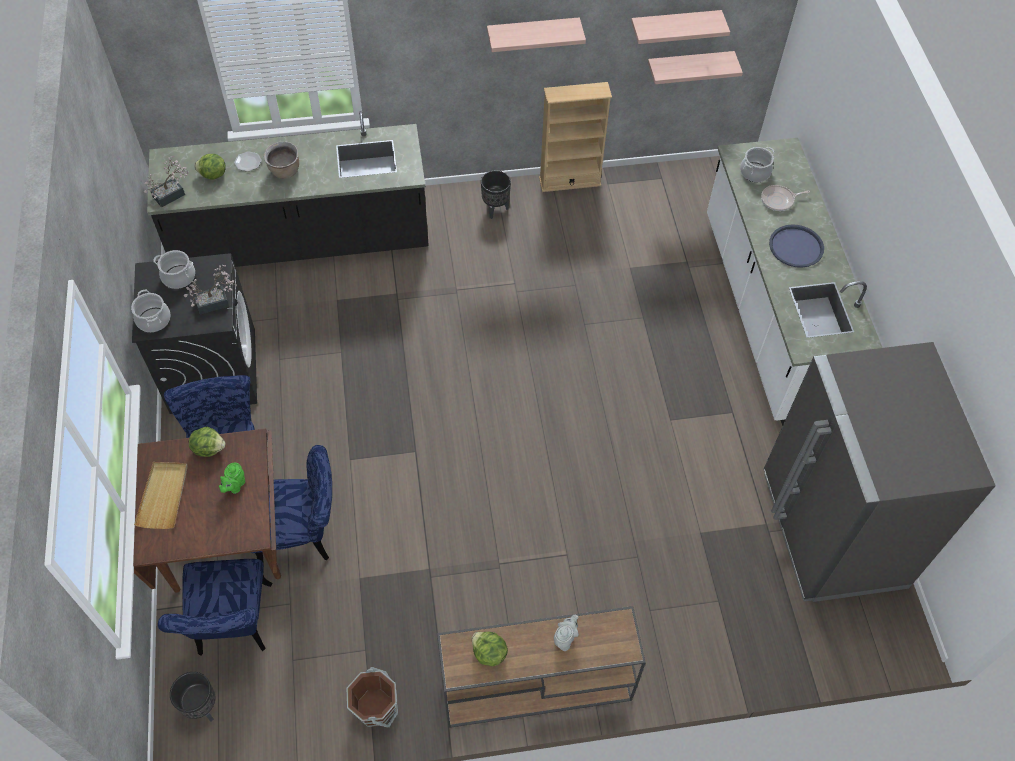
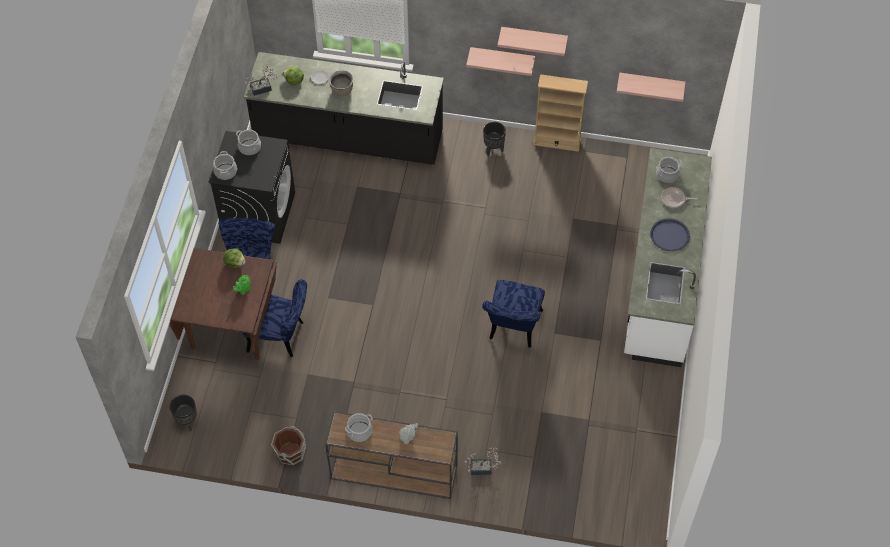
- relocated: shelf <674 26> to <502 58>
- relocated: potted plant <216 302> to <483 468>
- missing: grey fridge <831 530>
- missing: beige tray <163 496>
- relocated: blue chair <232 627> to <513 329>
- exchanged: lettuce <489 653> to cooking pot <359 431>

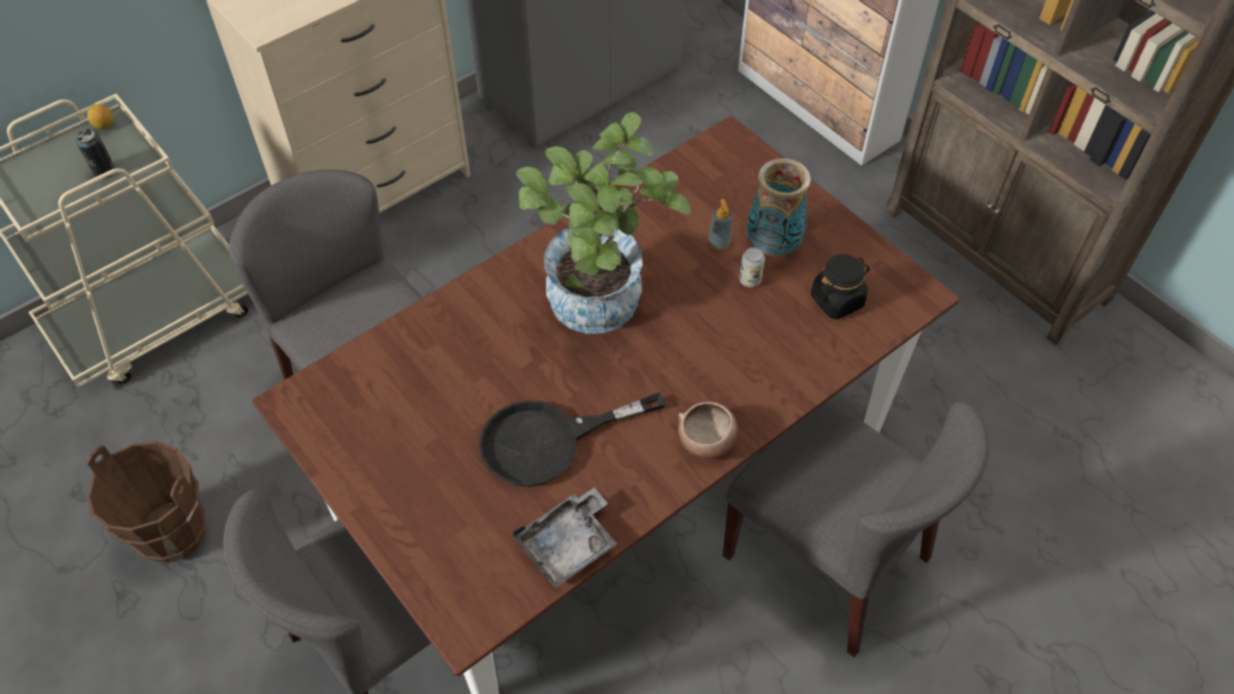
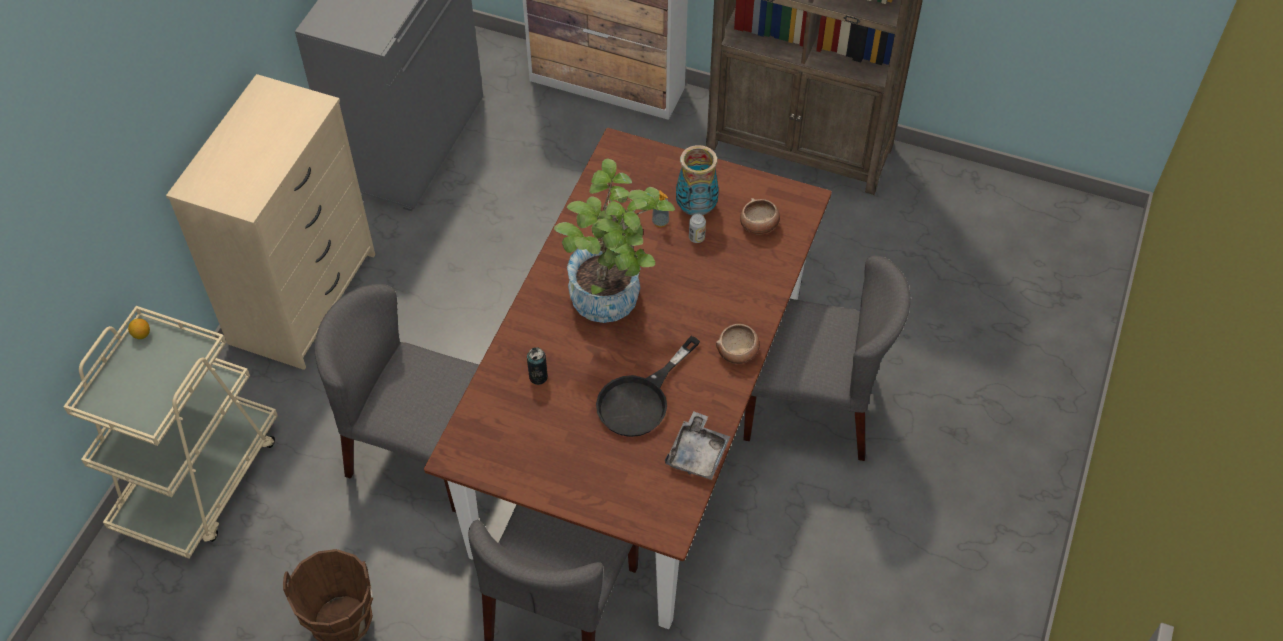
- relocated: can <104 171> to <538 377>
- exchanged: black jar <837 300> to bowl <759 226>

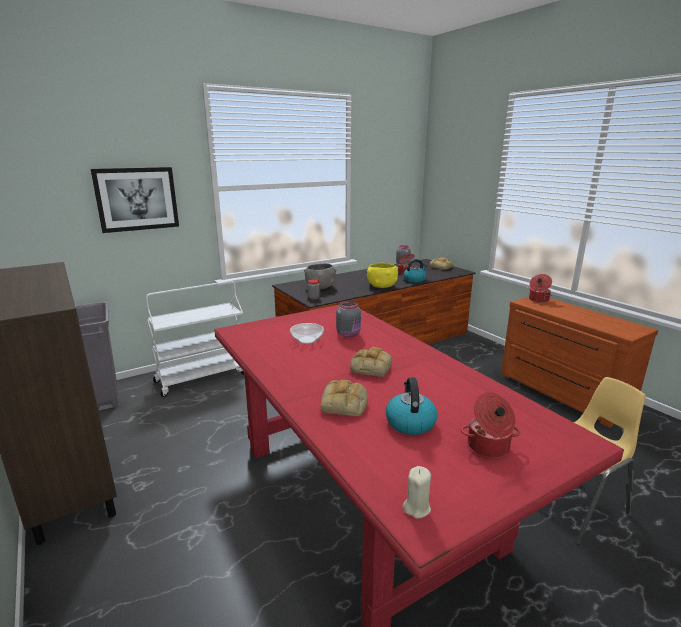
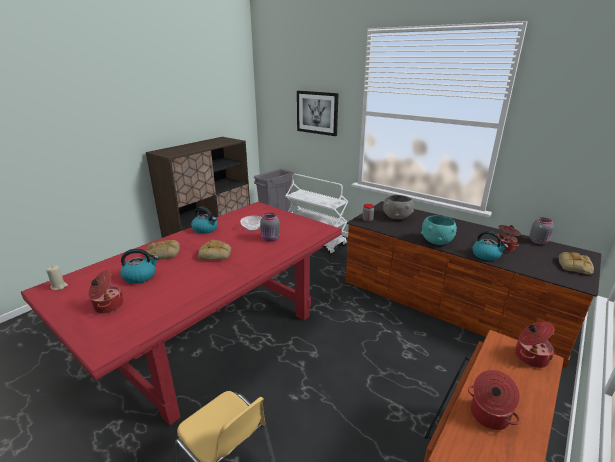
- colour: yellow bowl <381 286> to turquoise bowl <436 241>
- appeared: kettle <206 229>
- appeared: cooking pot <488 415>

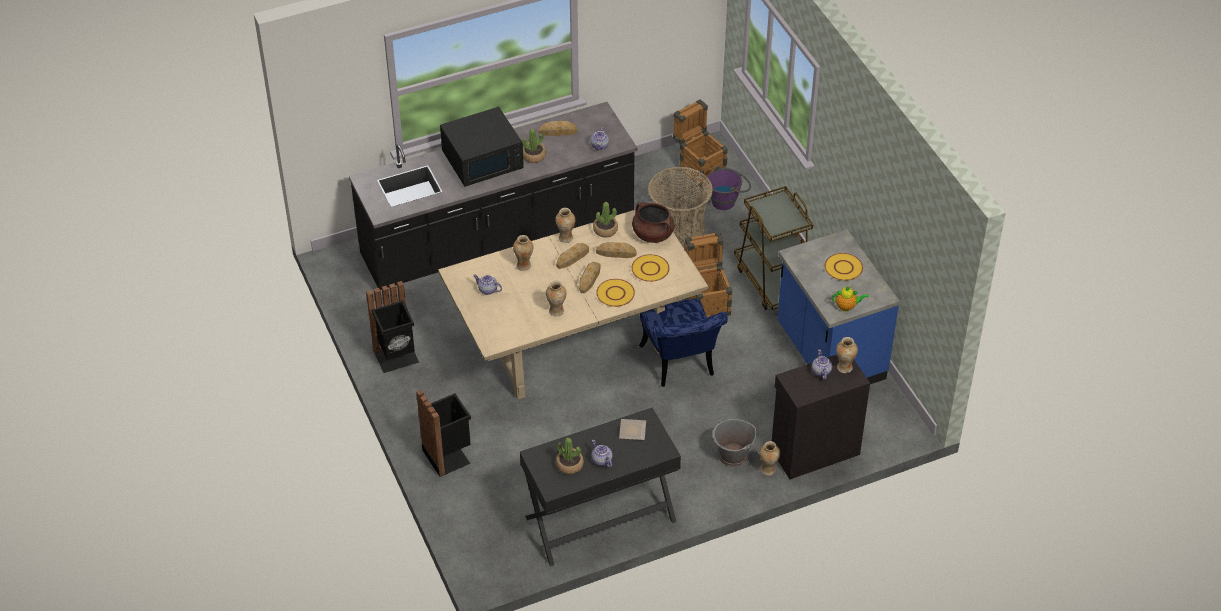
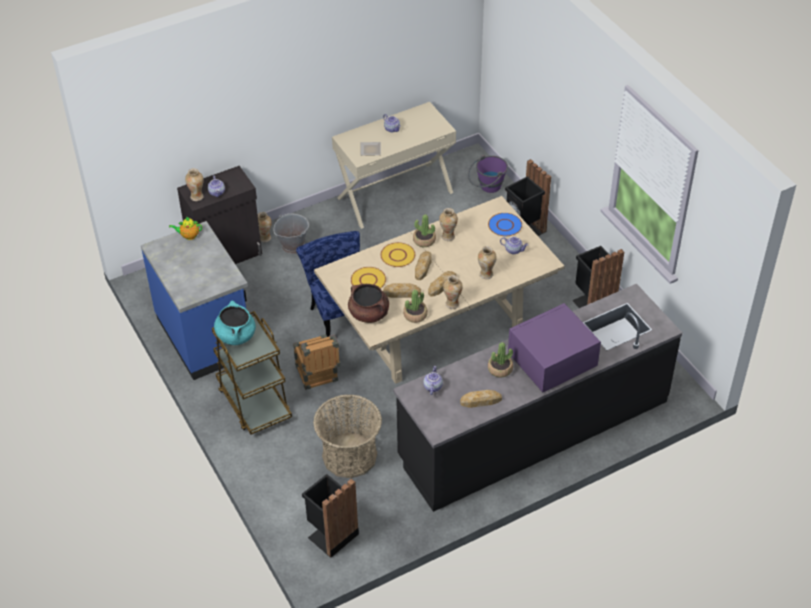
- exchanged: crate <699 168> to black trash can <331 534>
- colour: black microwave <483 160> to purple microwave <551 360>
- relocated: purple bucket <727 200> to <487 187>
- missing: yellow plate <843 268>
- colour: black desk <600 519> to beige desk <395 194>
- relocated: potted plant <569 465> to <424 240>
- appeared: blue plate <505 225>
- appeared: turquoise cooking pot <236 335>

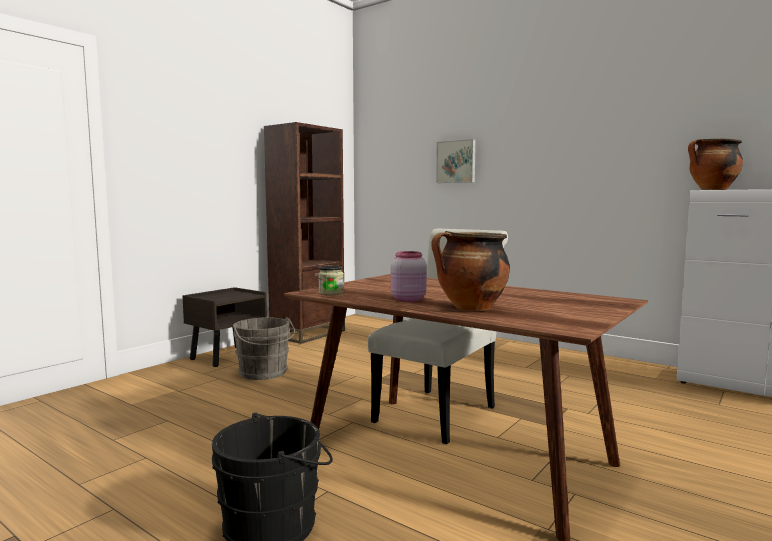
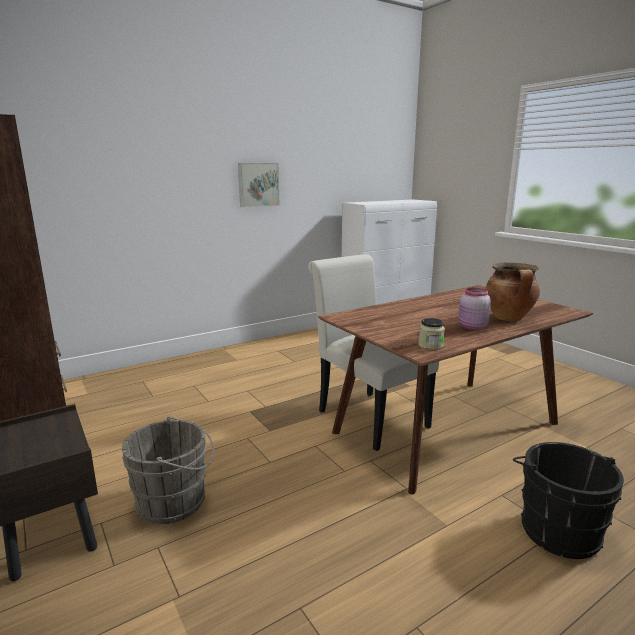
- relocated: picture <456 162> to <258 184>
- missing: cooking pot <712 189>

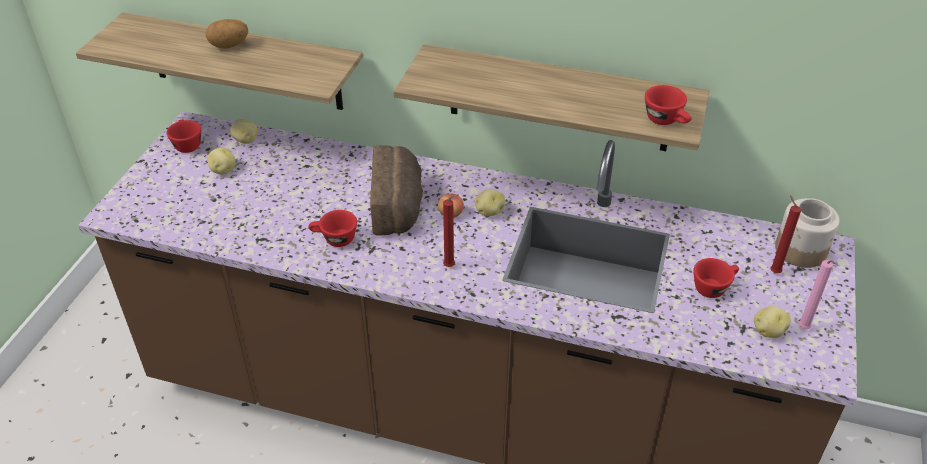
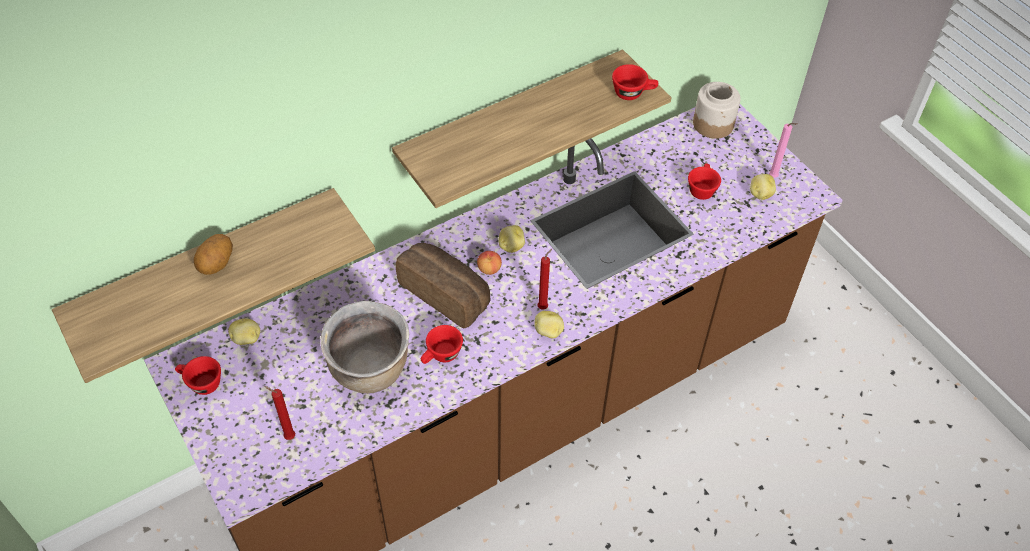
- relocated: potato <222 170> to <548 332>
- relocated: red candle <773 271> to <288 436>
- appeared: brown cooking pot <371 371>

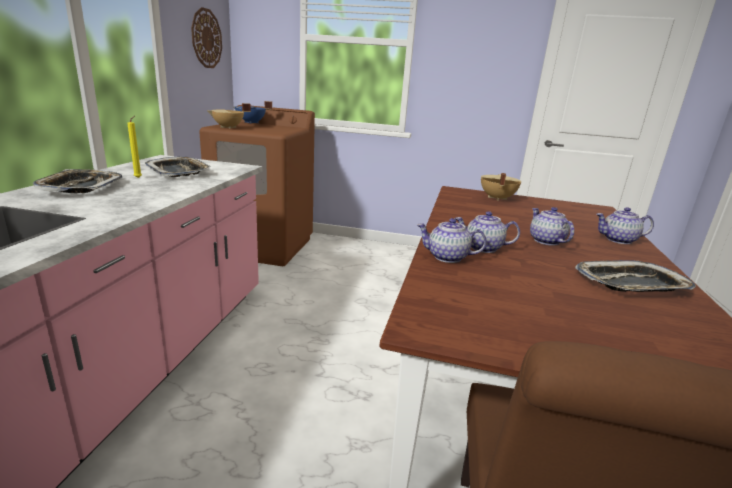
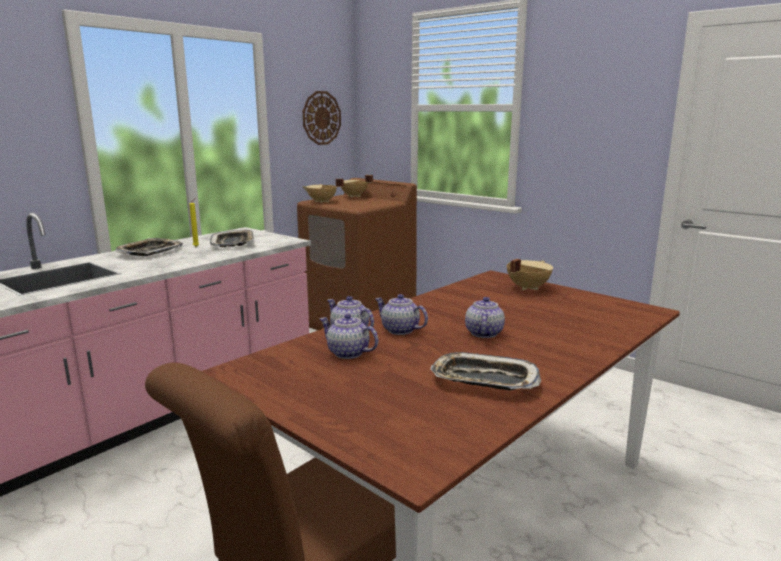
- colour: blue cooking pot <251 122> to beige cooking pot <354 196>
- relocated: teapot <618 240> to <347 353>

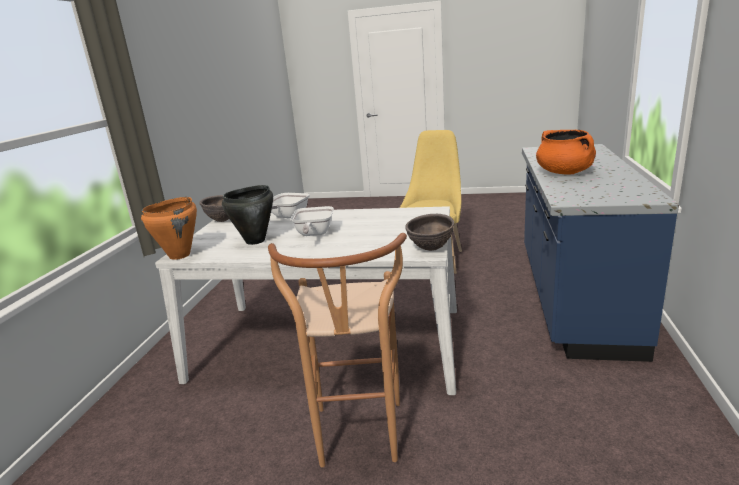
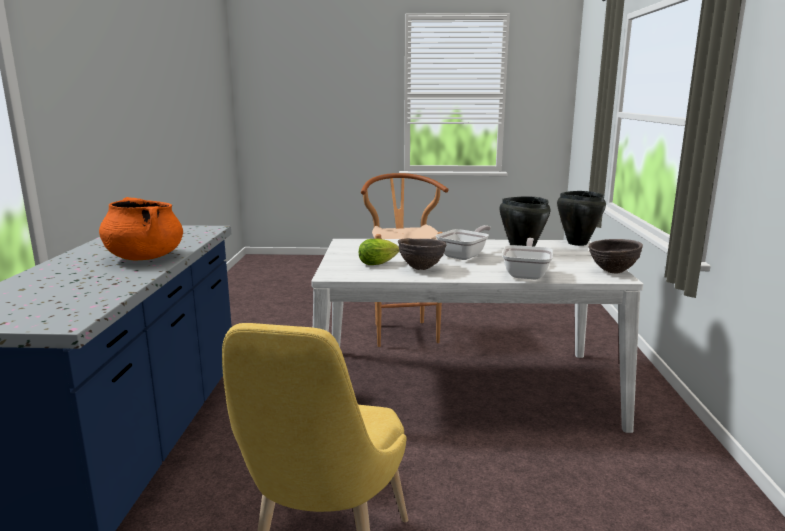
- colour: orange cooking pot <180 255> to black cooking pot <577 243>
- spun: frying pan <313 234> = <465 255> 45 degrees clockwise
- relocated: brown bowl <430 249> to <421 269>
- appeared: lettuce <379 263>

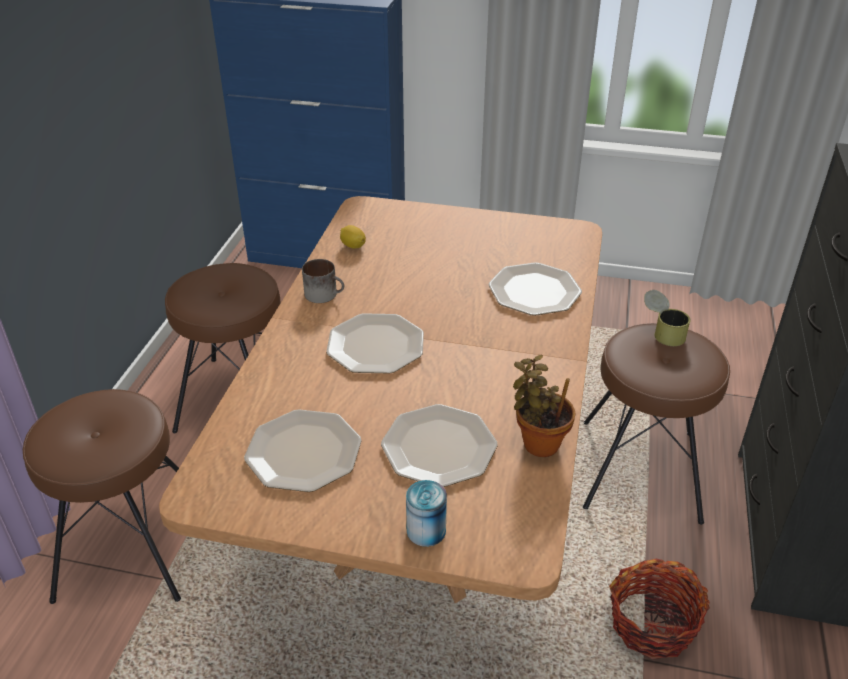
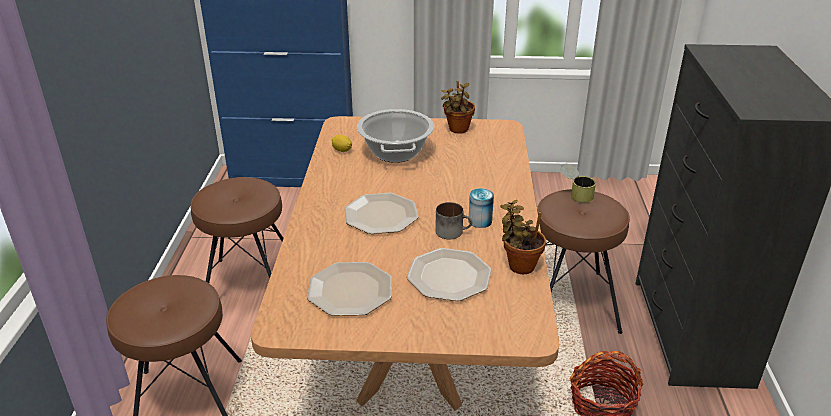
- relocated: mug <325 294> to <453 231>
- missing: plate <535 290>
- relocated: can <426 530> to <480 221>
- appeared: potted plant <457 130>
- appeared: cooking pot <395 152>

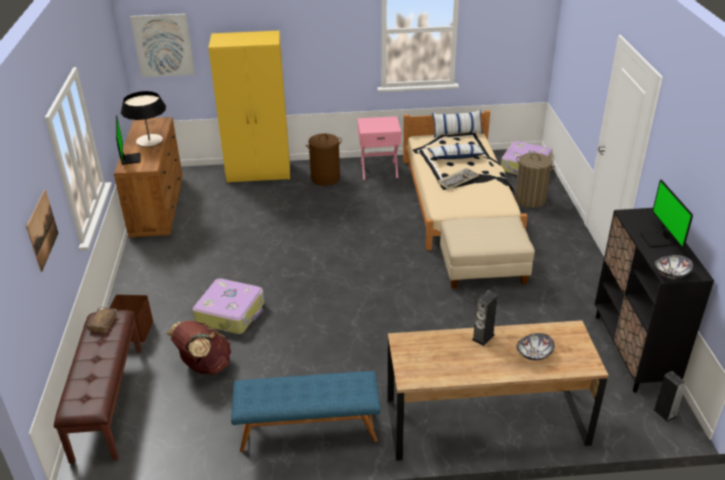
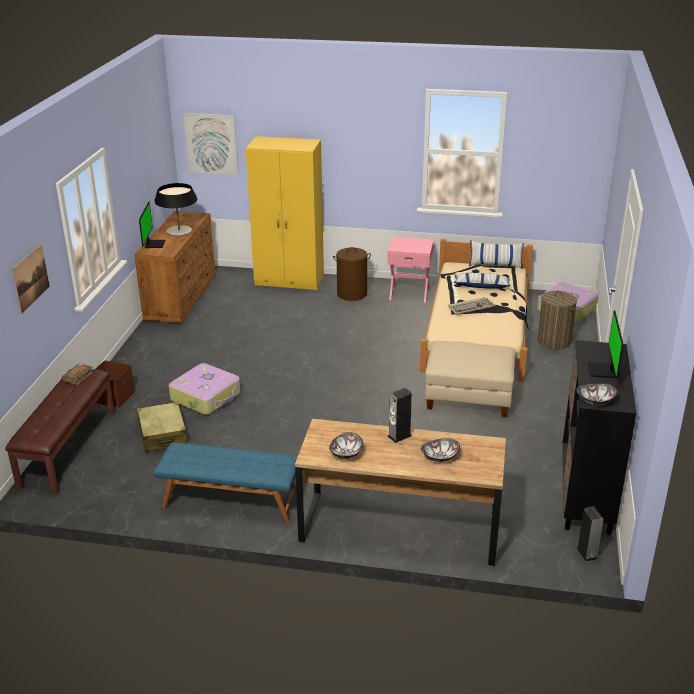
- exchanged: brown backpack <204 366> to beige suitcase <163 435>
- appeared: bowl <346 454>

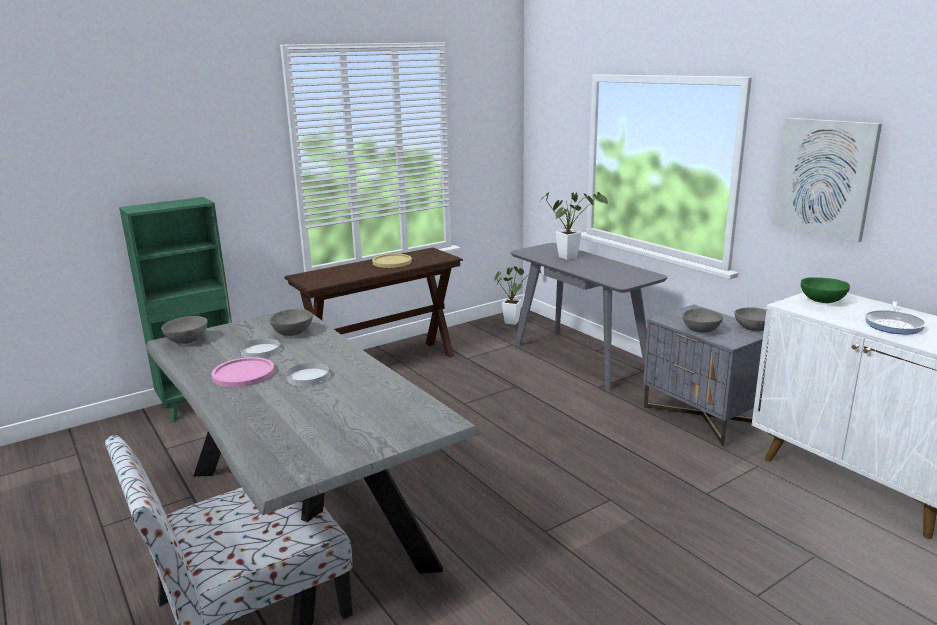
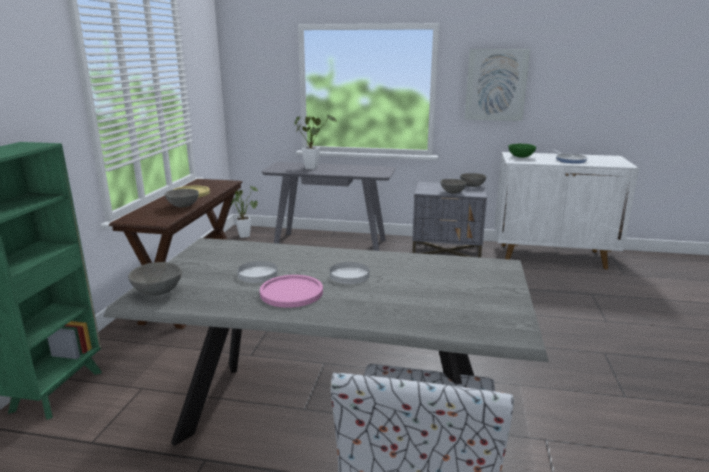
- relocated: grey bowl <292 333> to <183 206>

